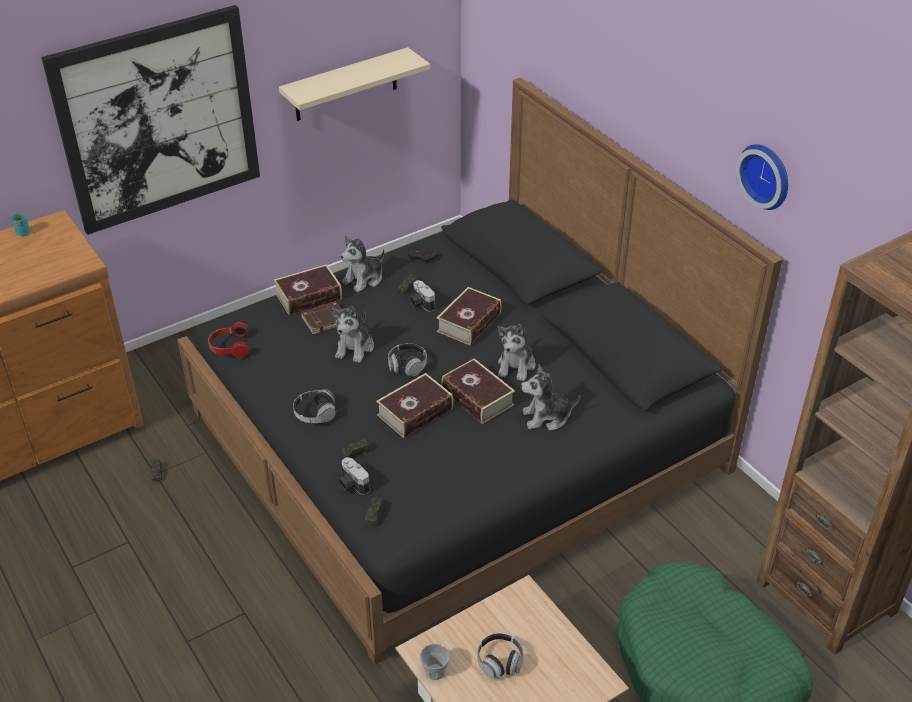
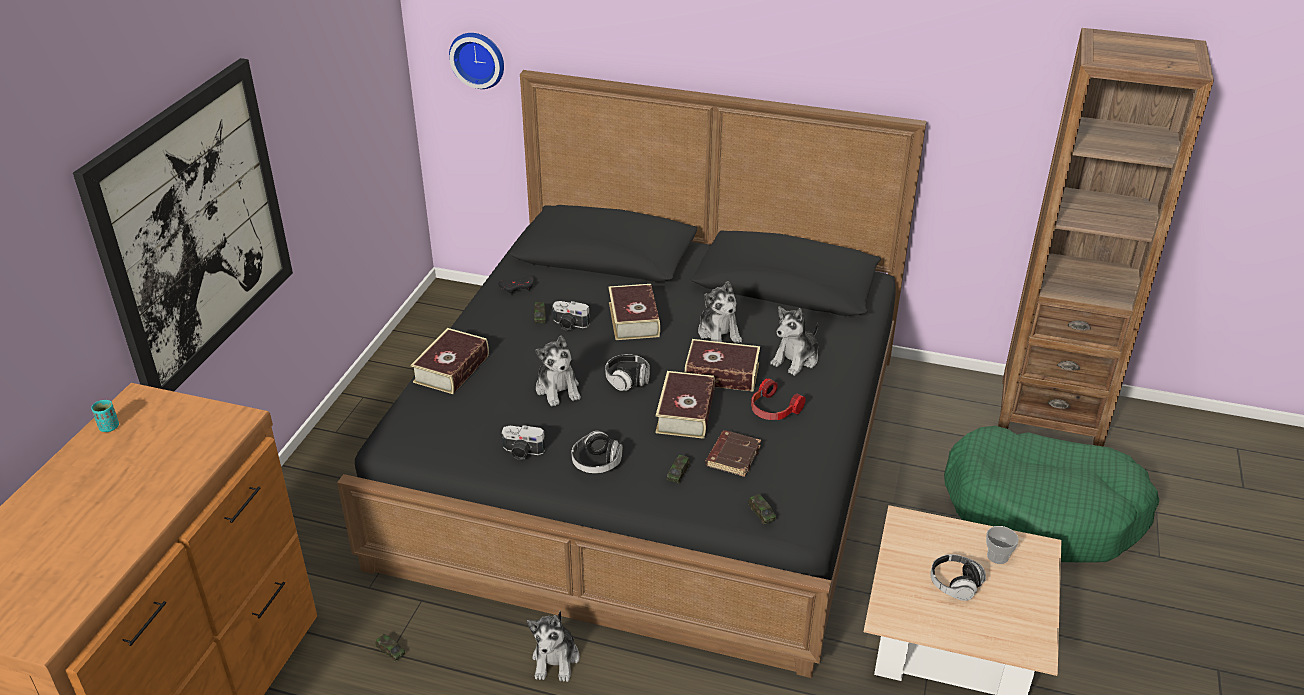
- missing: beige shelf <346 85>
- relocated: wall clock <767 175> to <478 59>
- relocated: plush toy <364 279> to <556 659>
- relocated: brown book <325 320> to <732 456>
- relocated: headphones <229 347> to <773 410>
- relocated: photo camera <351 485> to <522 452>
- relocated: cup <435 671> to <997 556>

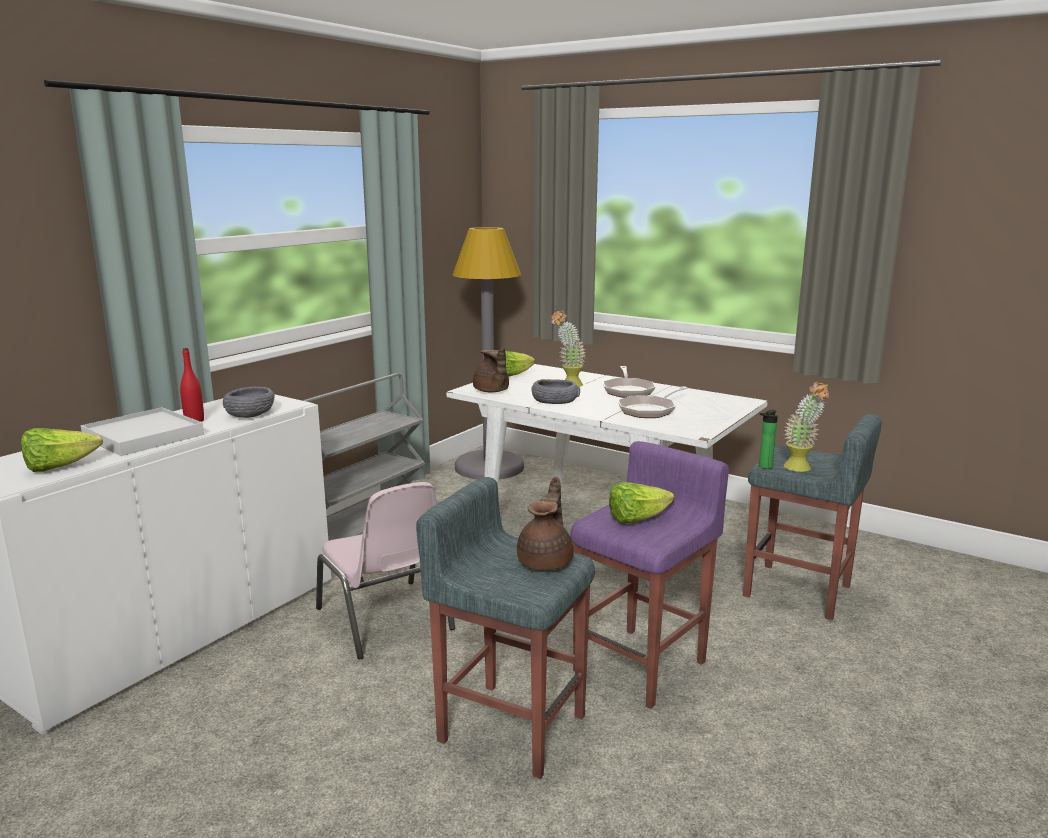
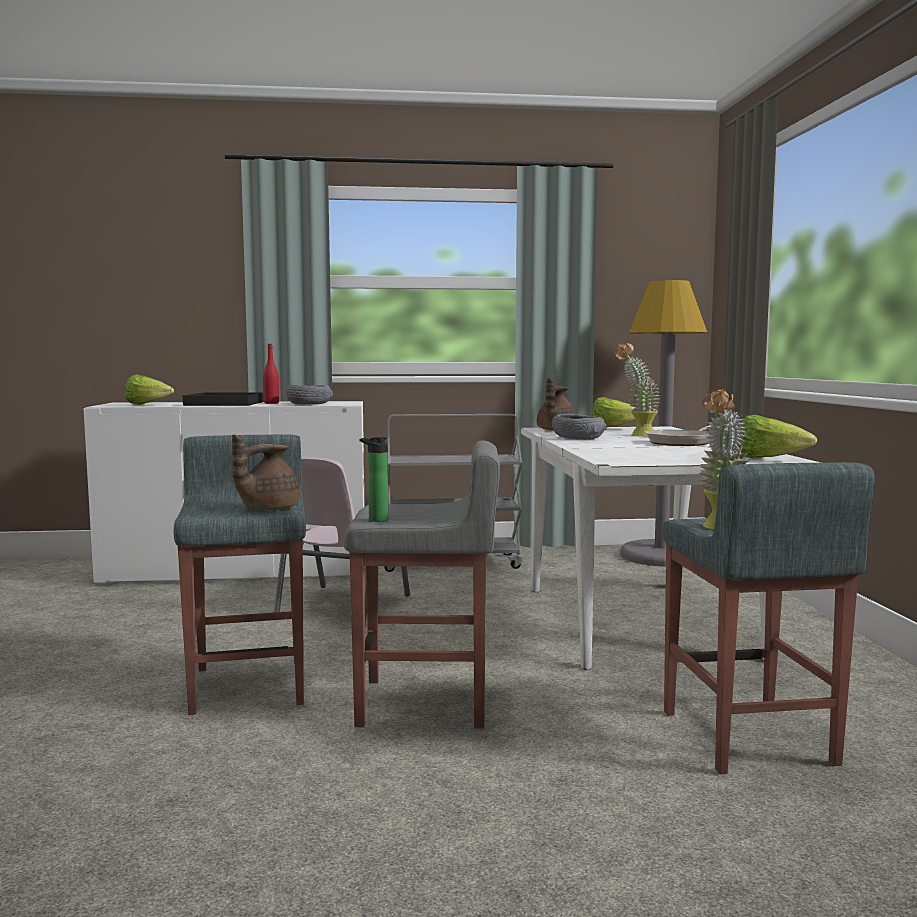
- missing: frying pan <649 410>
- colour: white tray <144 436> to black tray <225 403>
- relocated: bottle <764 467> to <375 520>
- colour: purple stool <641 665> to grey stool <425 703>
- spun: brown teapot <546 561> = <267 508> 150 degrees clockwise
- relocated: lettuce <637 519> to <769 459>

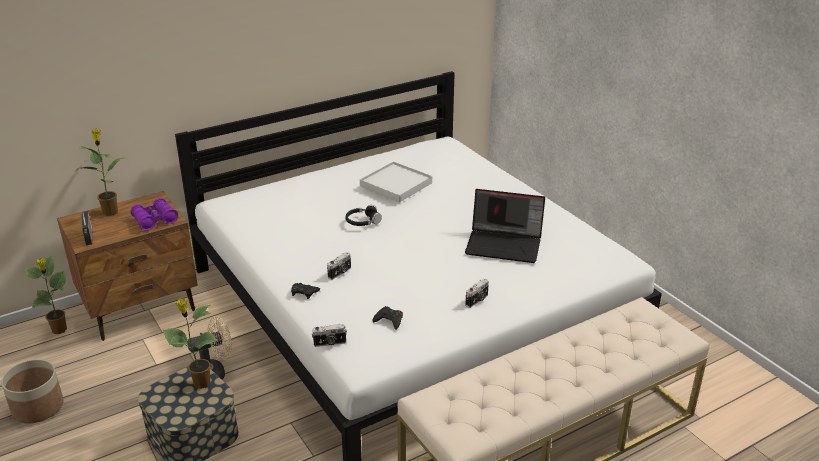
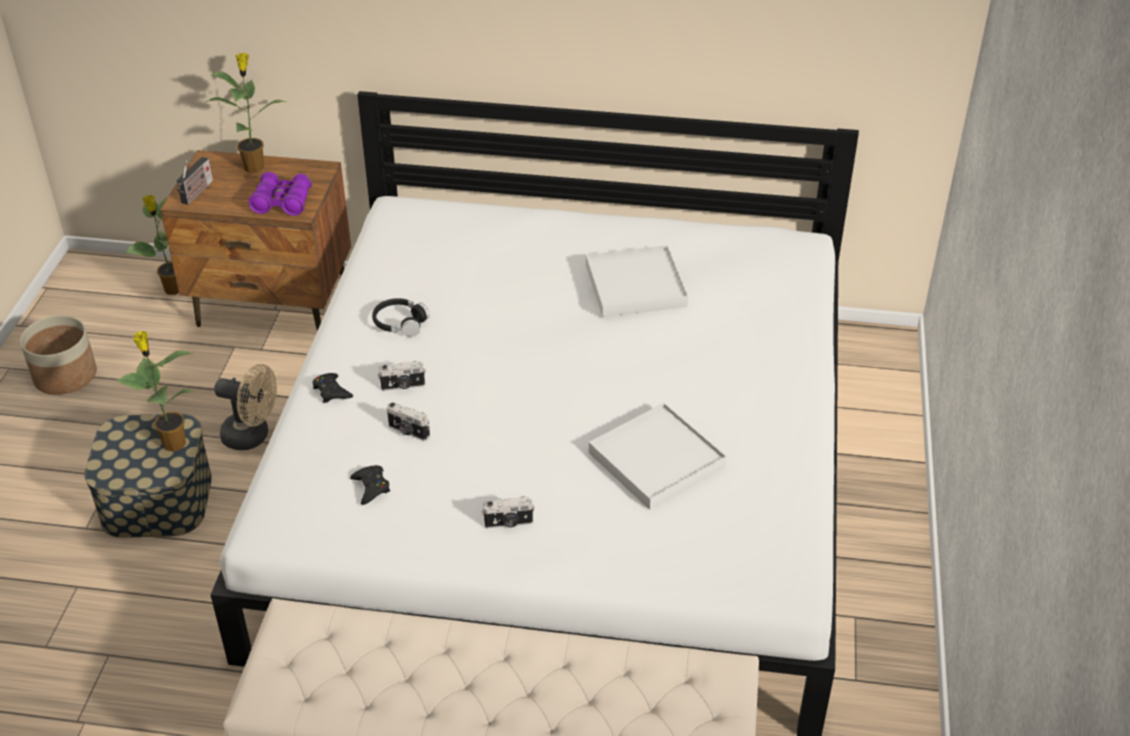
- exchanged: laptop <505 244> to white tray <657 460>
- relocated: black headphones <363 221> to <400 323>
- relocated: photo camera <330 343> to <408 431>

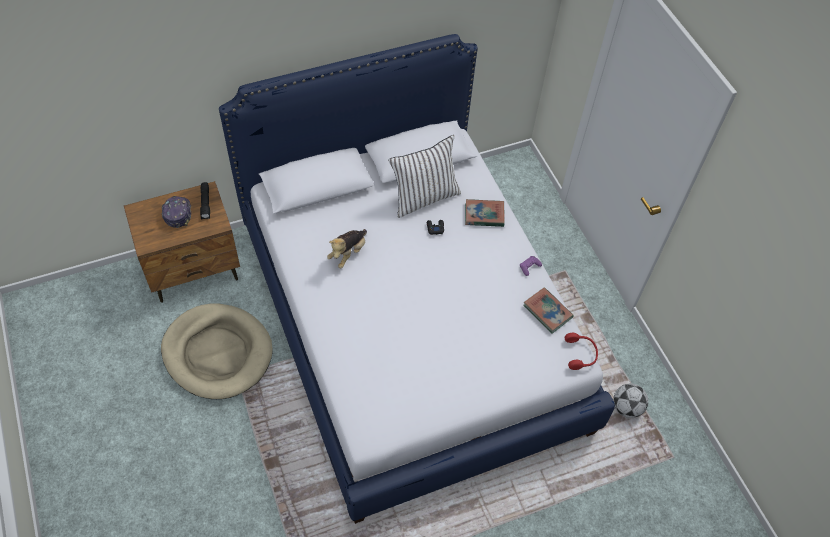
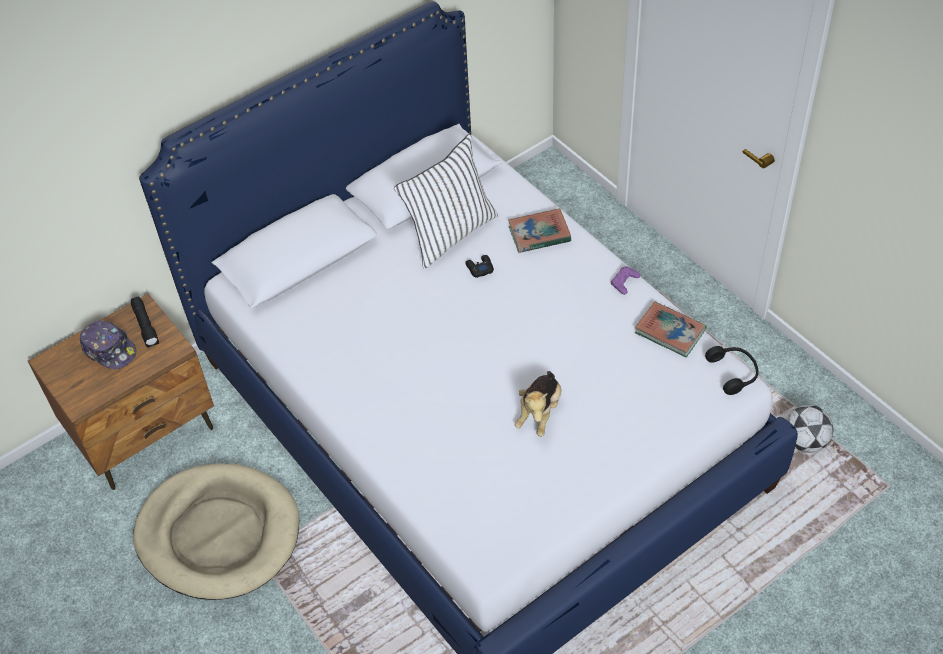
- spun: cap <177 213> = <109 350> 150 degrees clockwise
- relocated: plush toy <348 253> to <539 412>
- colour: red headphones <580 354> to black headphones <734 373>

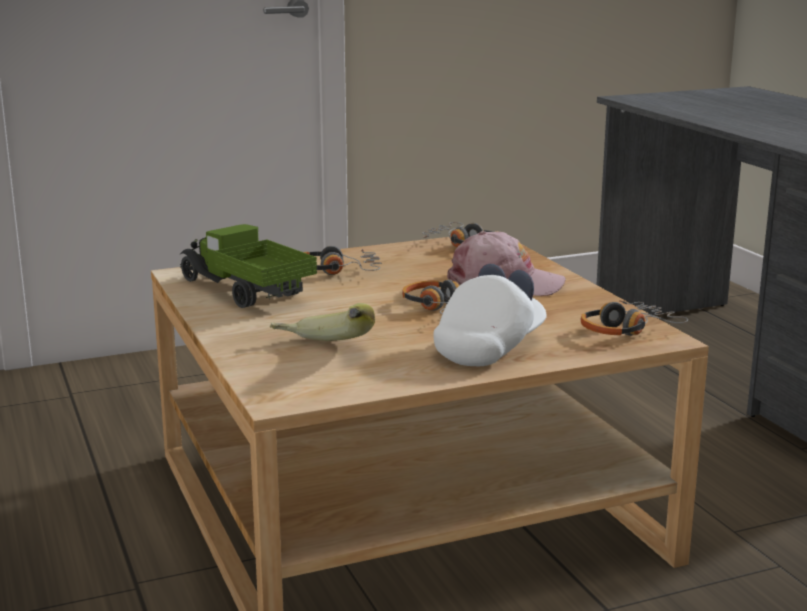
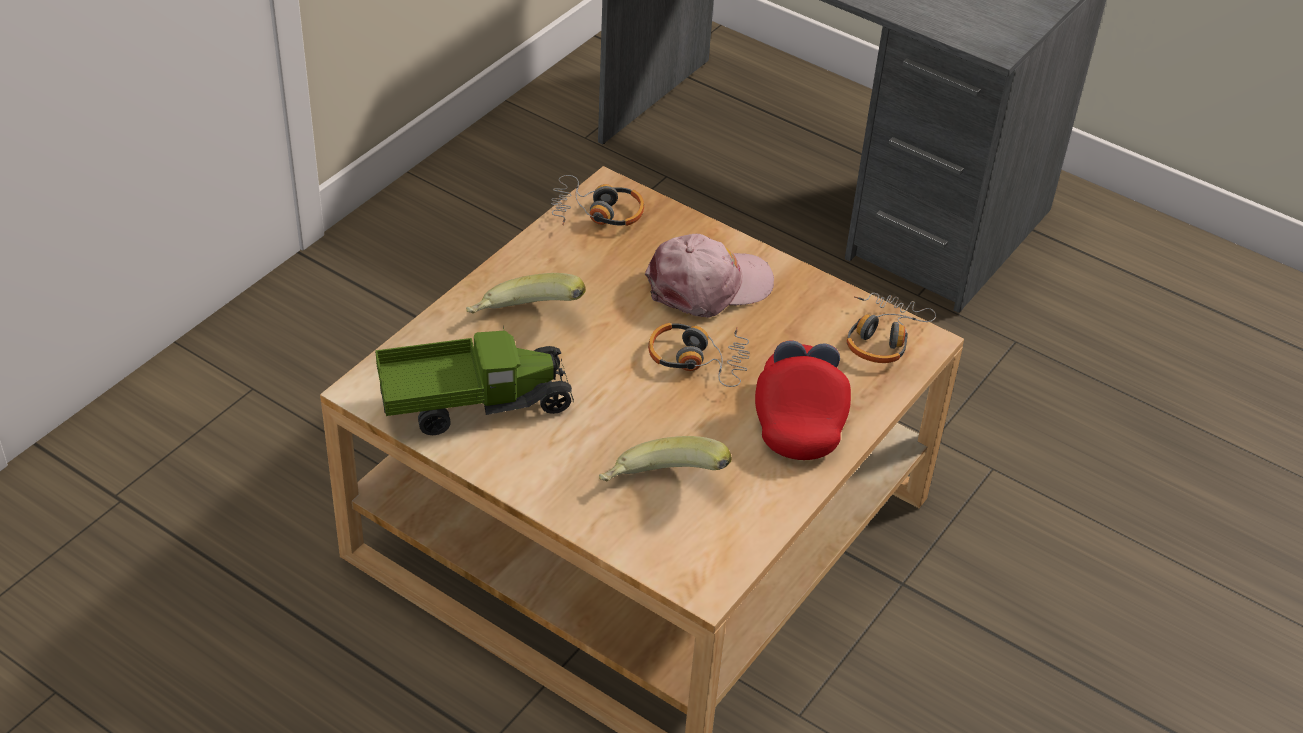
- spun: toy truck <244 291> = <473 402> 150 degrees clockwise
- exchanged: headphones <338 271> to banana <525 320>
- colour: white cap <490 348> to red cap <799 418>

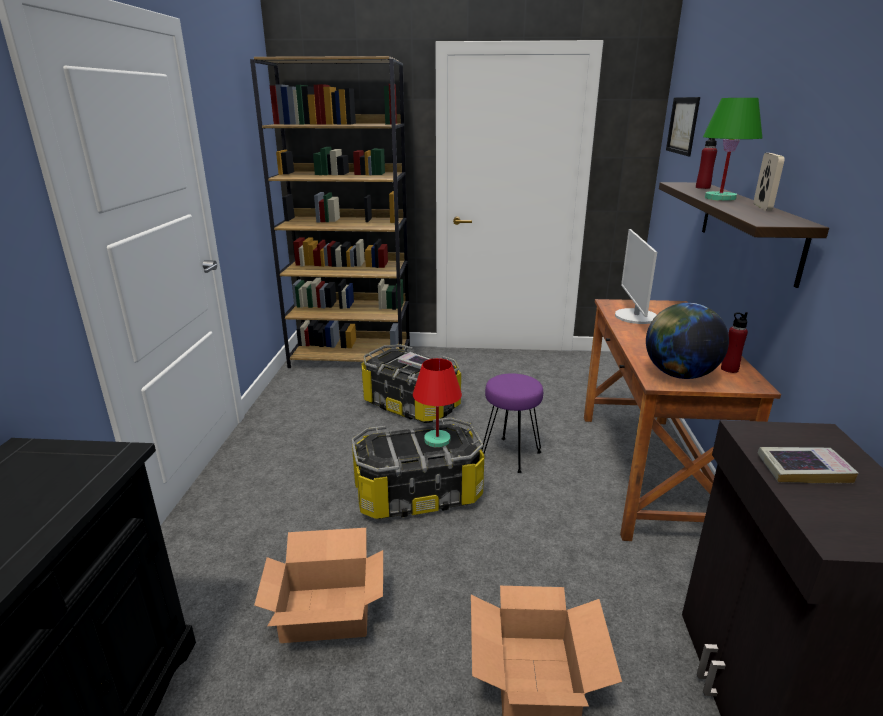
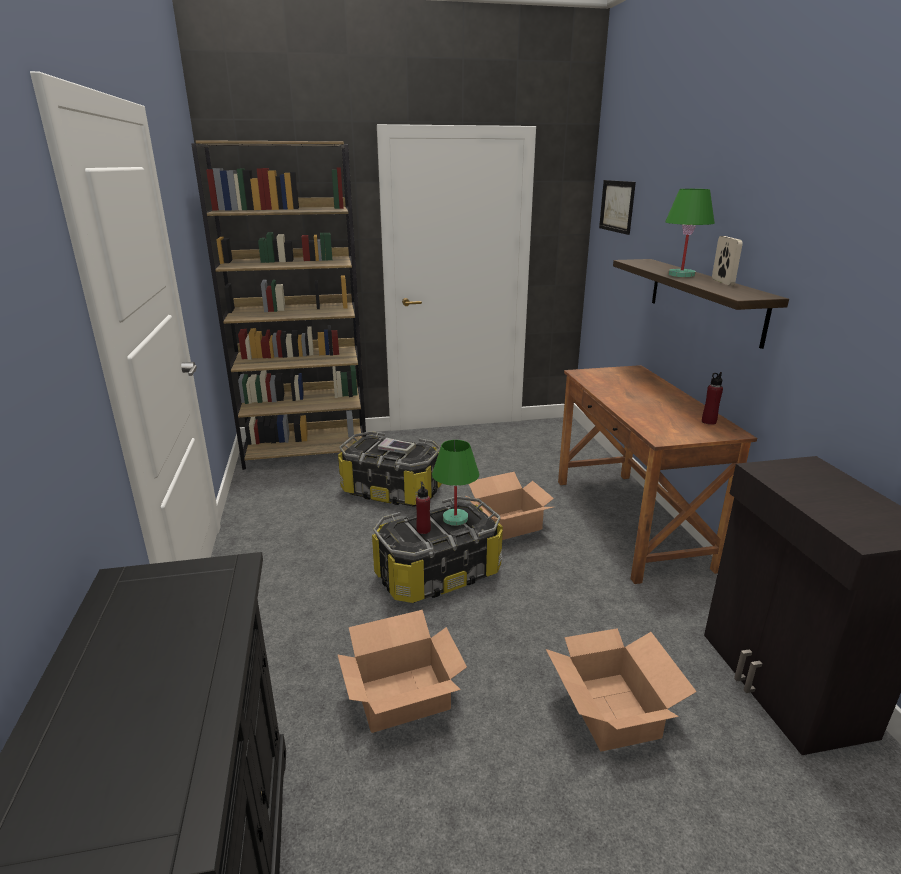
- relocated: red bottle <702 187> to <423 530>
- missing: monitor <635 317>
- missing: globe <679 374>
- colour: red table lamp <437 440> to green table lamp <455 519>
- exchanged: purple stool <510 454> to cardboard box <507 525>
- missing: book <803 469>

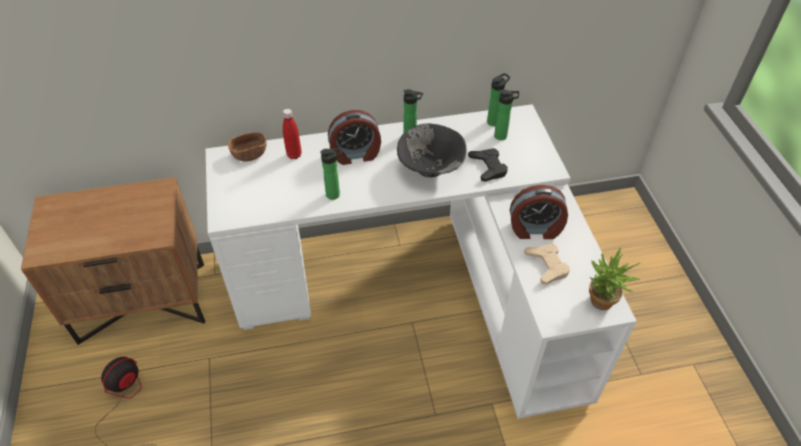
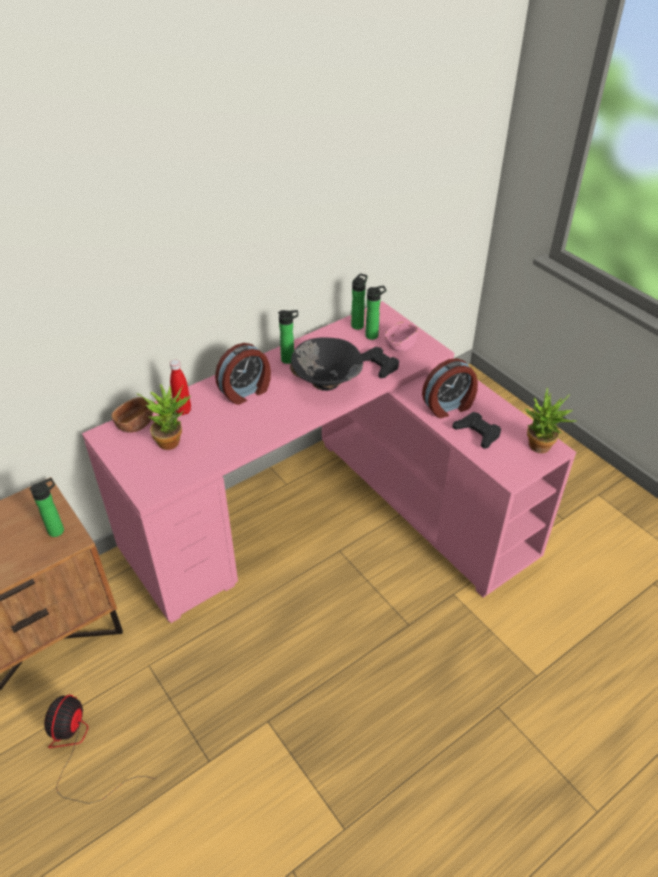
- colour: white desk <423 287> to pink desk <331 515>
- relocated: bottle <335 194> to <58 530>
- colour: beige game controller <546 266> to black game controller <477 433>
- appeared: pink bowl <400 345>
- appeared: potted plant <172 439>

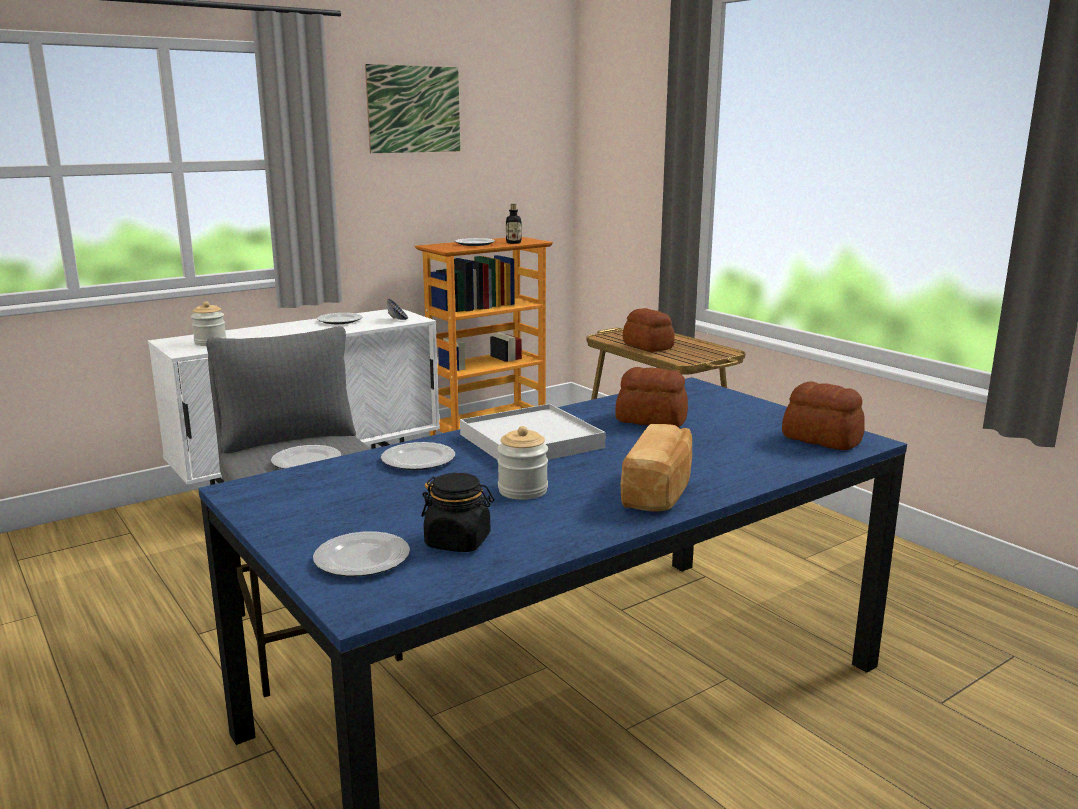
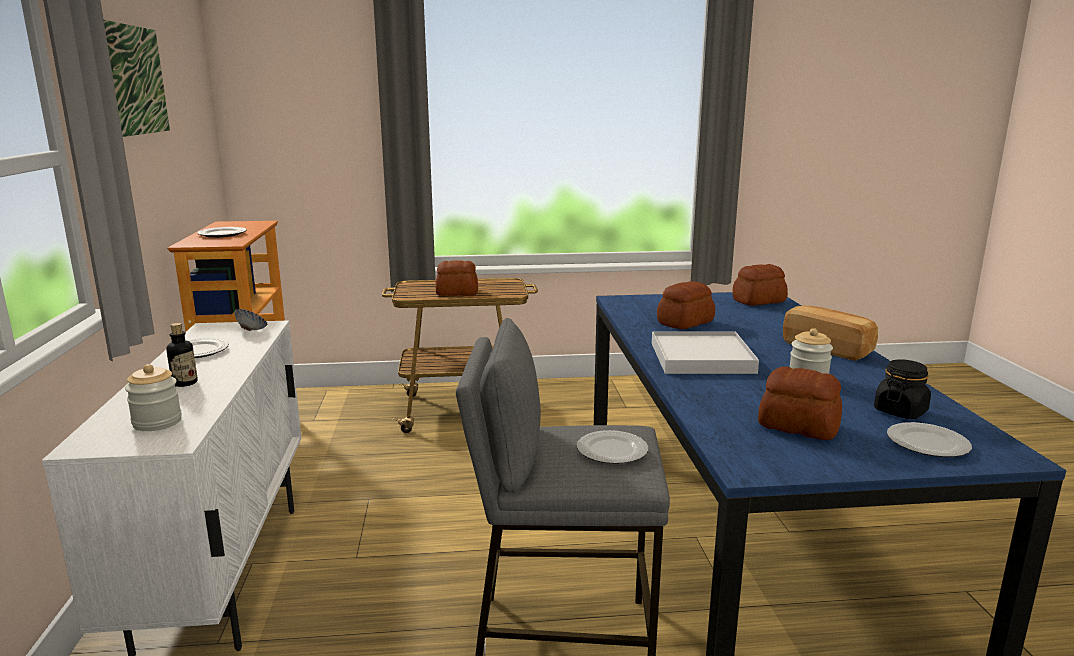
- relocated: bottle <513 243> to <185 383>
- missing: plate <418 460>
- appeared: bread <797 426>

